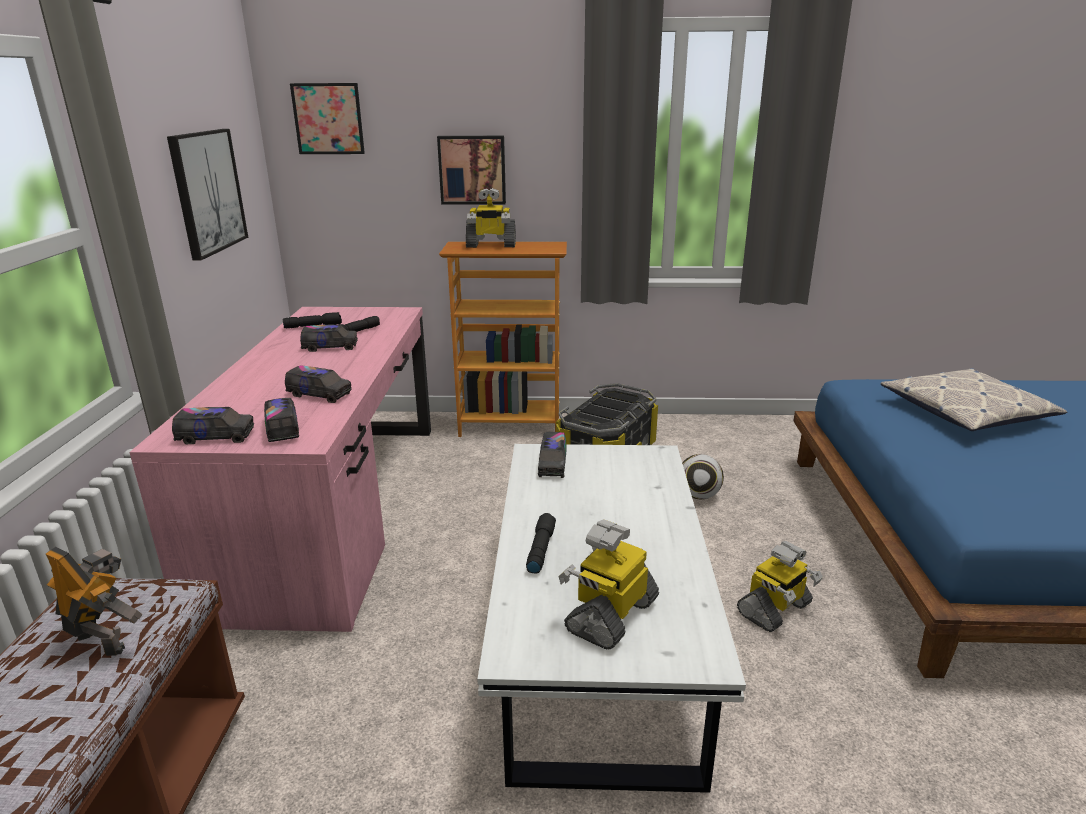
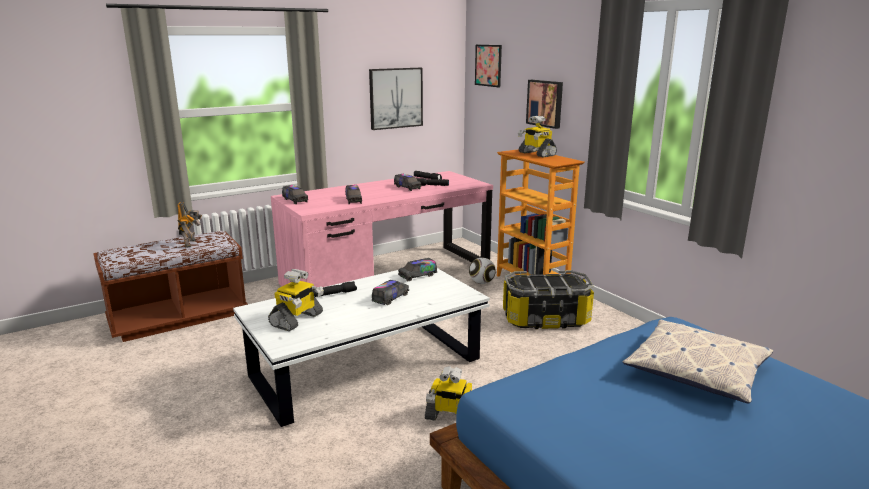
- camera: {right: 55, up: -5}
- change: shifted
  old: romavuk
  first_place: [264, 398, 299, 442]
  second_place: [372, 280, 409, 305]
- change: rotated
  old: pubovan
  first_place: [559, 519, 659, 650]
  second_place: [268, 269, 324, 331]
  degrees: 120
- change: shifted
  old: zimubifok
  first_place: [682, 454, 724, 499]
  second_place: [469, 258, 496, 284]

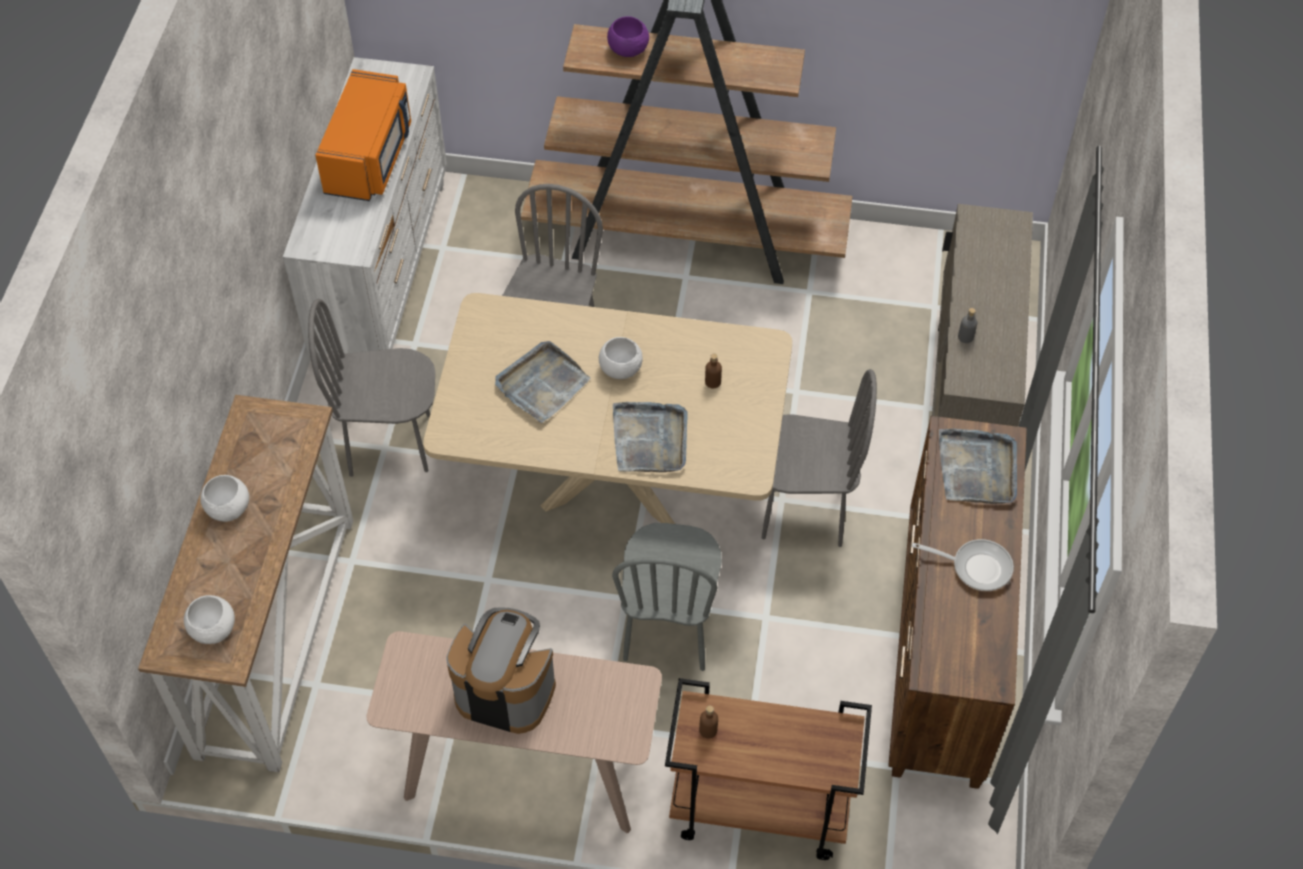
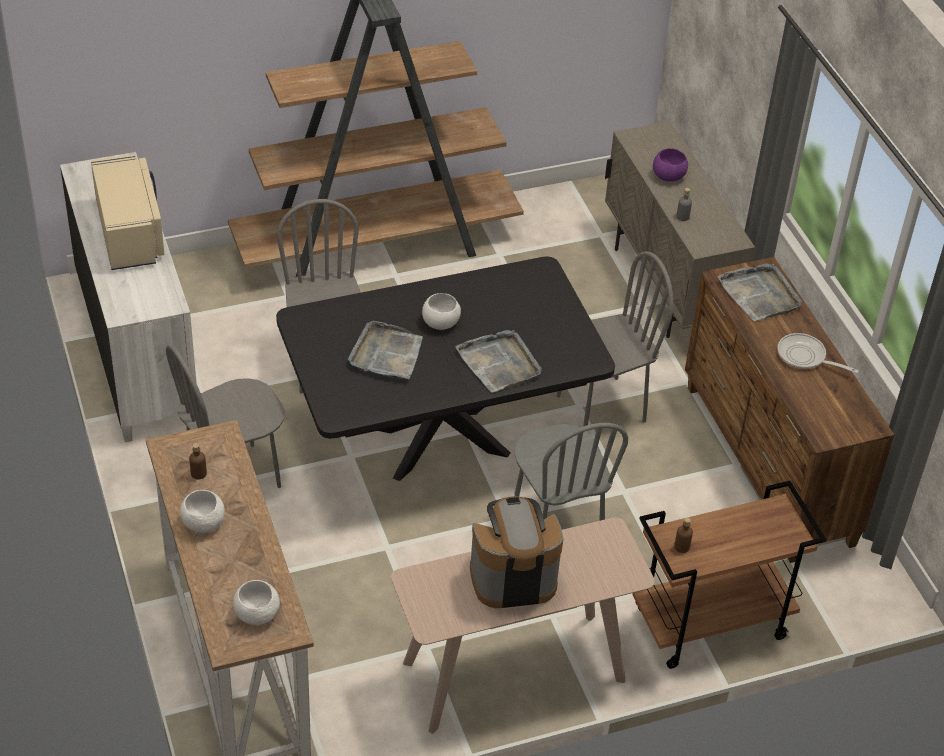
- camera: {right: -30, up: -10}
- change: repainted
  old: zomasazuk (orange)
  new: zomasazuk (beige)
  first_place: [315, 69, 411, 201]
  second_place: [91, 154, 164, 270]
- change: repainted
  old: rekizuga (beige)
  new: rekizuga (black)
  first_place: [423, 293, 792, 524]
  second_place: [276, 256, 615, 481]
- change: shifted
  old: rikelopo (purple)
  first_place: [607, 16, 649, 57]
  second_place: [653, 148, 688, 182]
- change: shifted
  old: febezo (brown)
  first_place: [705, 354, 722, 388]
  second_place: [189, 443, 207, 480]
- change: rotated
  old: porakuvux
  first_place: [912, 539, 1014, 591]
  second_place: [778, 333, 859, 373]
  degrees: -135

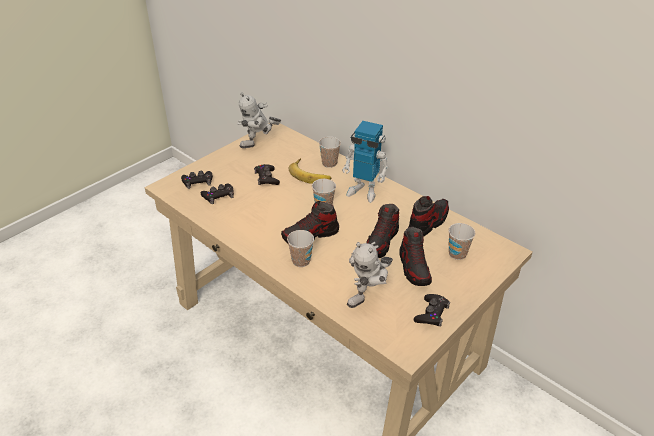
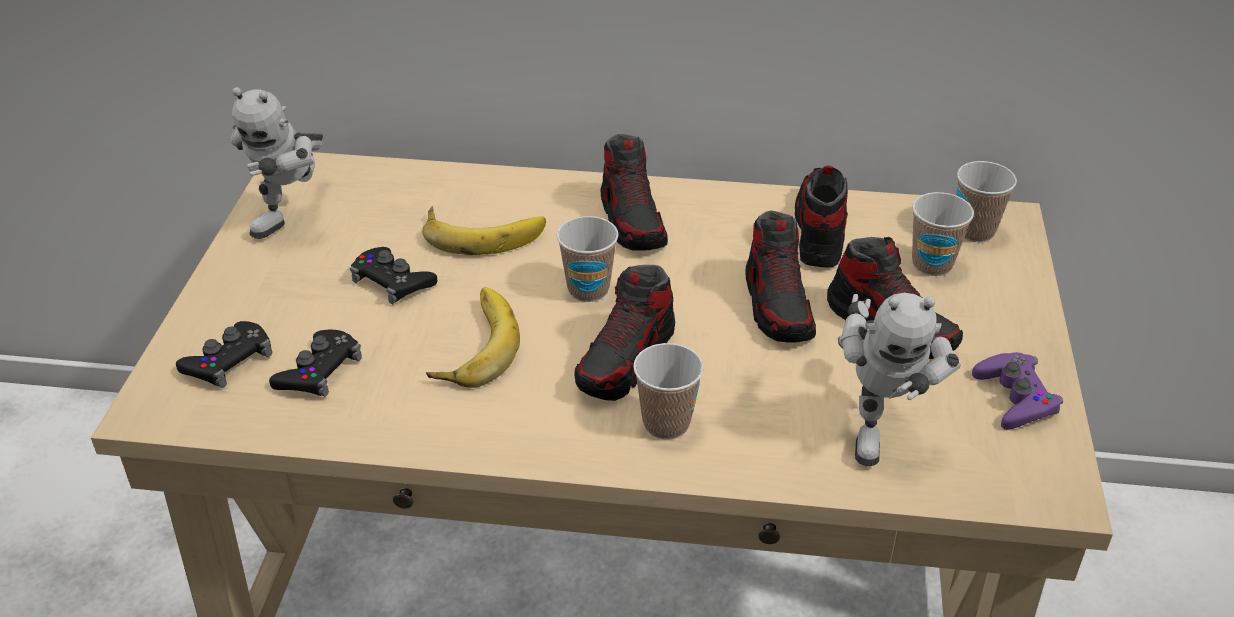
- camera: {right: -35, up: 0}
- change: shifted
  old: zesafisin
  first_place: [319, 137, 341, 168]
  second_place: [957, 161, 1017, 242]
- change: swapped
  old: pubovan
  new: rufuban
  first_place: [342, 121, 389, 203]
  second_place: [600, 134, 668, 251]
- change: repainted
  old: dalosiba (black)
  new: dalosiba (purple)
  first_place: [414, 294, 450, 327]
  second_place: [972, 352, 1063, 430]
- change: new
  new: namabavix
  second_place: [426, 287, 520, 388]

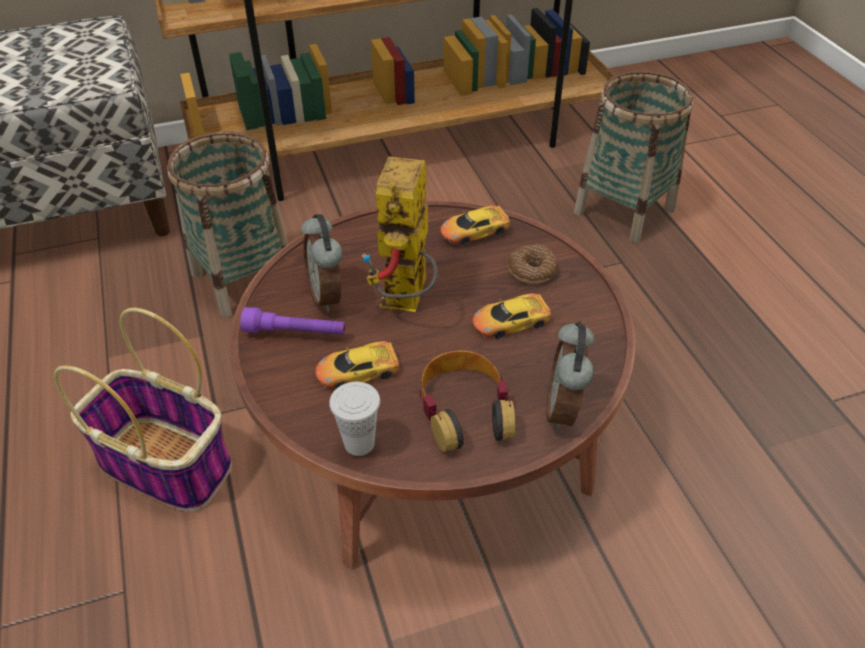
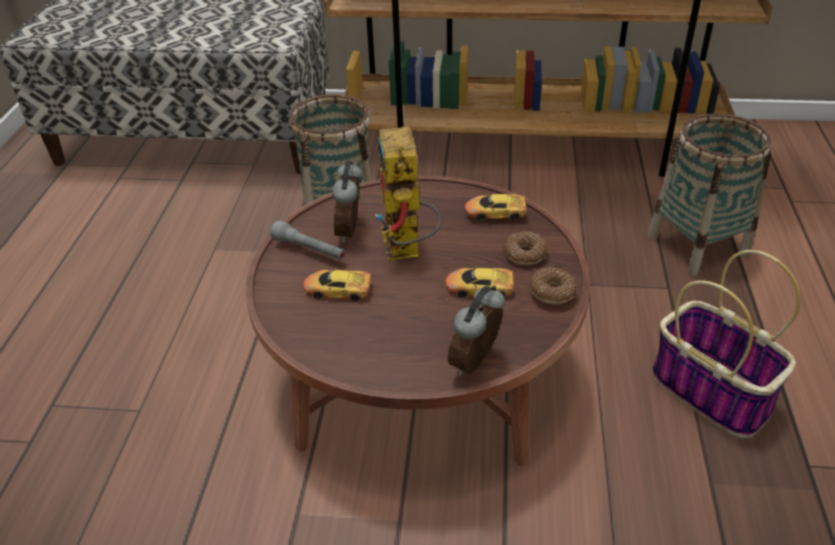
- camera: {right: 25, up: -5}
- change: shifted
  old: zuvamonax
  first_place: [54, 308, 232, 512]
  second_place: [652, 250, 801, 438]
- change: repainted
  old: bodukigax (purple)
  new: bodukigax (grey)
  first_place: [240, 307, 345, 335]
  second_place: [270, 220, 345, 260]
- change: gone
  old: zesafisin (white)
  first_place: [329, 382, 380, 456]
- change: rotated
  old: pubovan
  first_place: [362, 157, 438, 312]
  second_place: [375, 127, 442, 261]
  degrees: -45
- change: gone
  old: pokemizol
  first_place: [420, 351, 515, 452]
- change: new
  new: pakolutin
  second_place: [529, 268, 577, 304]

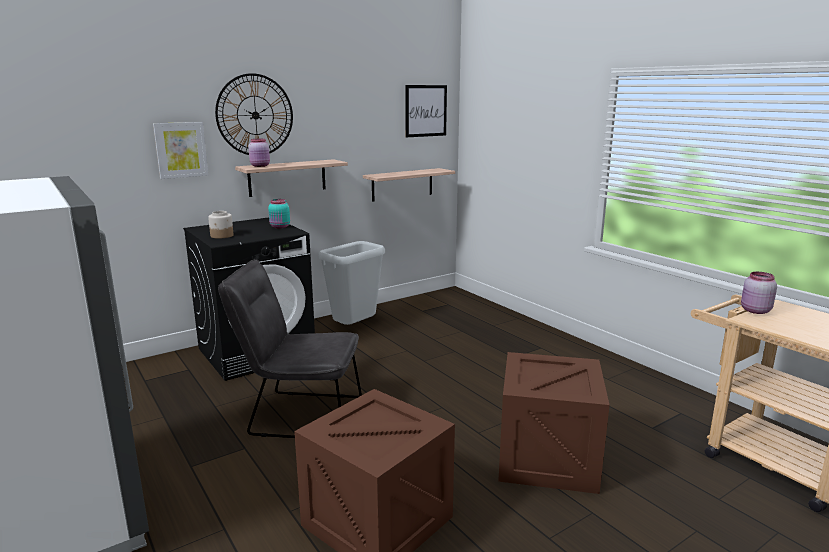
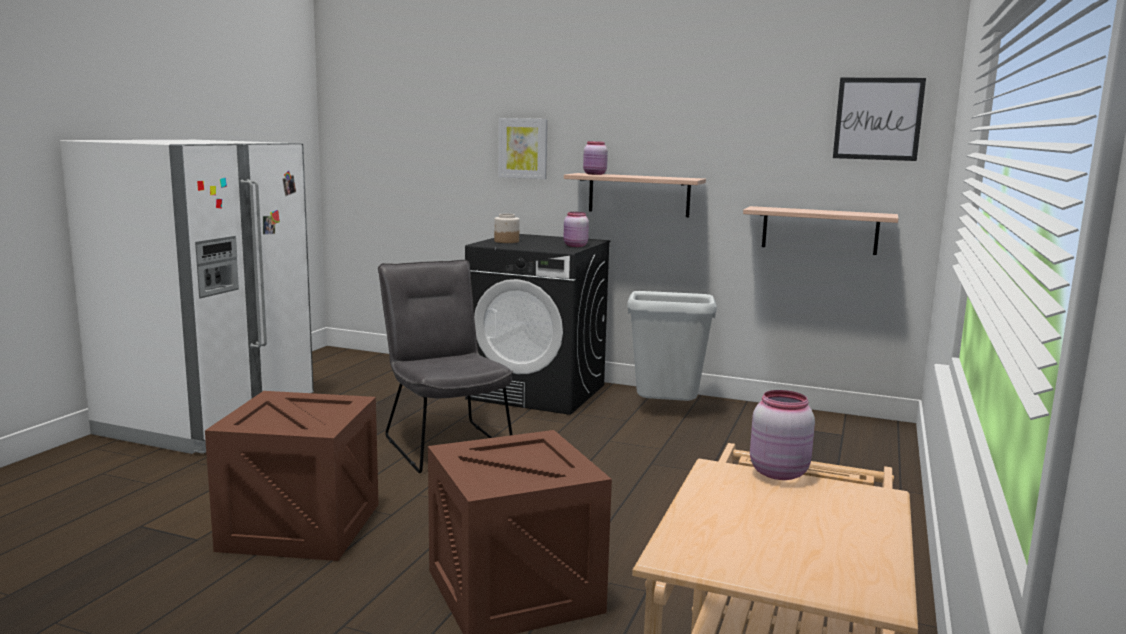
- camera: {right: 55, up: -5}
- change: gone
  old: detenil
  first_place: [215, 73, 293, 155]
- change: repainted
  old: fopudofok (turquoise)
  new: fopudofok (pink)
  first_place: [268, 199, 290, 228]
  second_place: [564, 212, 589, 247]

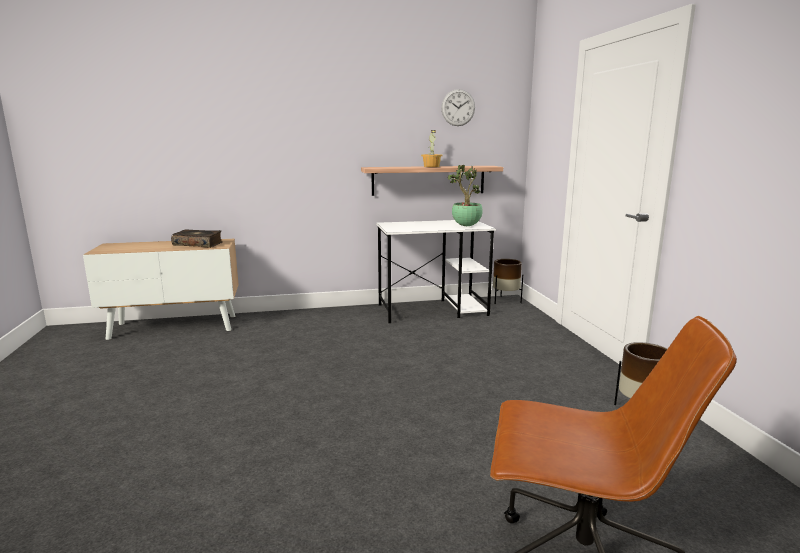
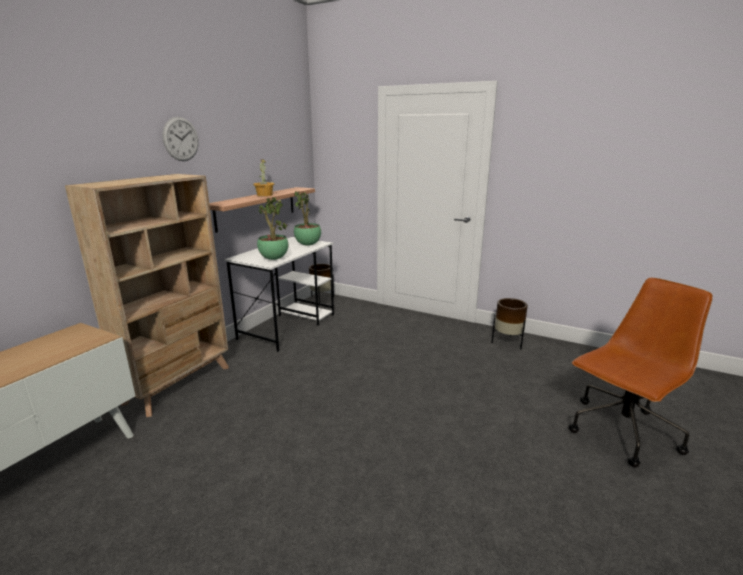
- camera: {right: -50, up: 5}
- change: gone
  old: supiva
  first_place: [171, 229, 223, 248]
- change: shifted
  old: detenil
  first_place: [441, 89, 475, 126]
  second_place: [162, 117, 199, 161]
- change: new
  new: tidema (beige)
  second_place: [65, 174, 229, 417]
- change: new
  new: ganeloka
  second_place: [257, 197, 288, 260]

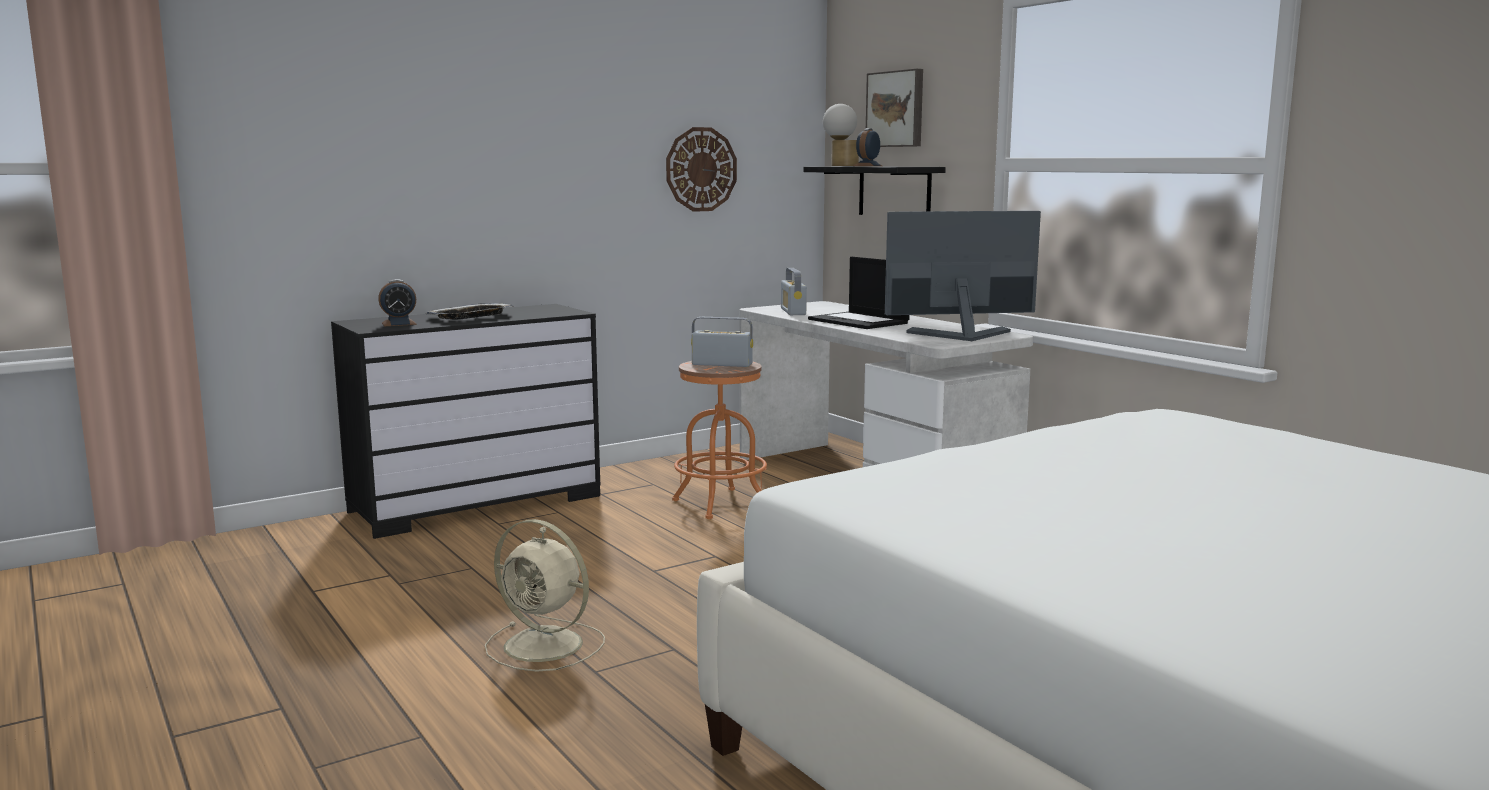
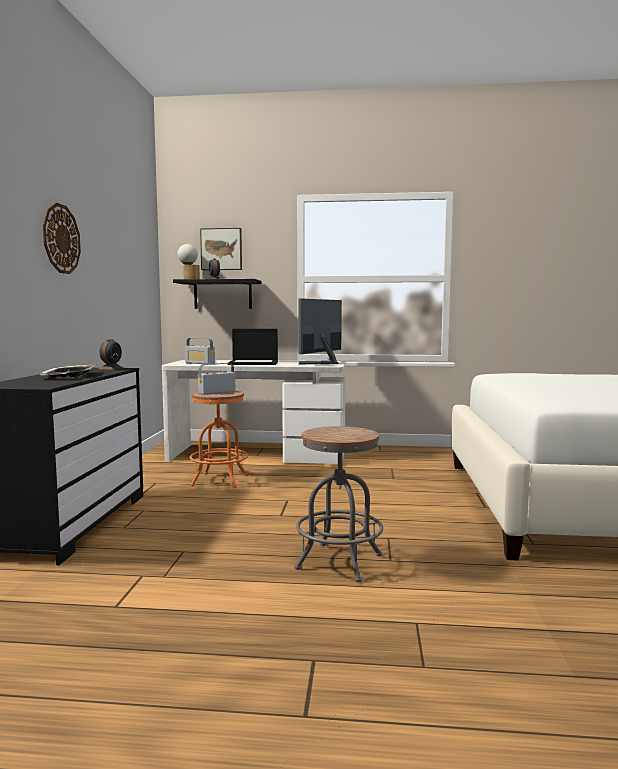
- camera: {right: -50, up: -5}
- change: shifted
  old: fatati
  first_place: [378, 279, 417, 326]
  second_place: [98, 339, 124, 370]
- change: swapped
  old: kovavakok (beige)
  new: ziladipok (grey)
  first_place: [485, 519, 605, 672]
  second_place: [295, 426, 383, 583]
- change: shifted
  old: detenil
  first_place: [666, 127, 737, 212]
  second_place: [43, 203, 81, 274]

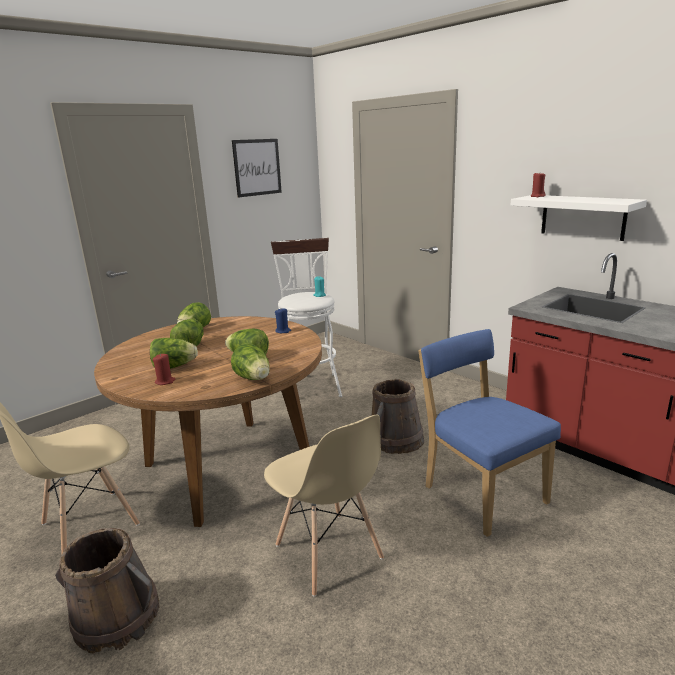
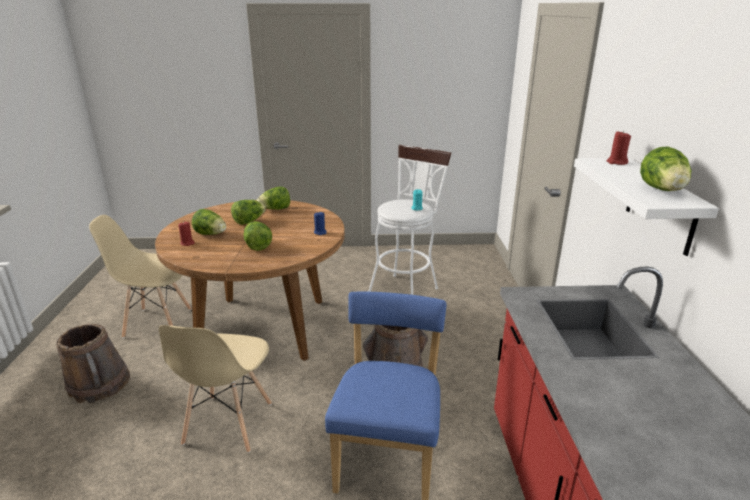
- camera: {right: 40, up: 5}
- change: shifted
  old: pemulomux
  first_place: [231, 343, 270, 380]
  second_place: [640, 146, 692, 191]
- change: gone
  old: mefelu
  first_place: [232, 139, 282, 198]

